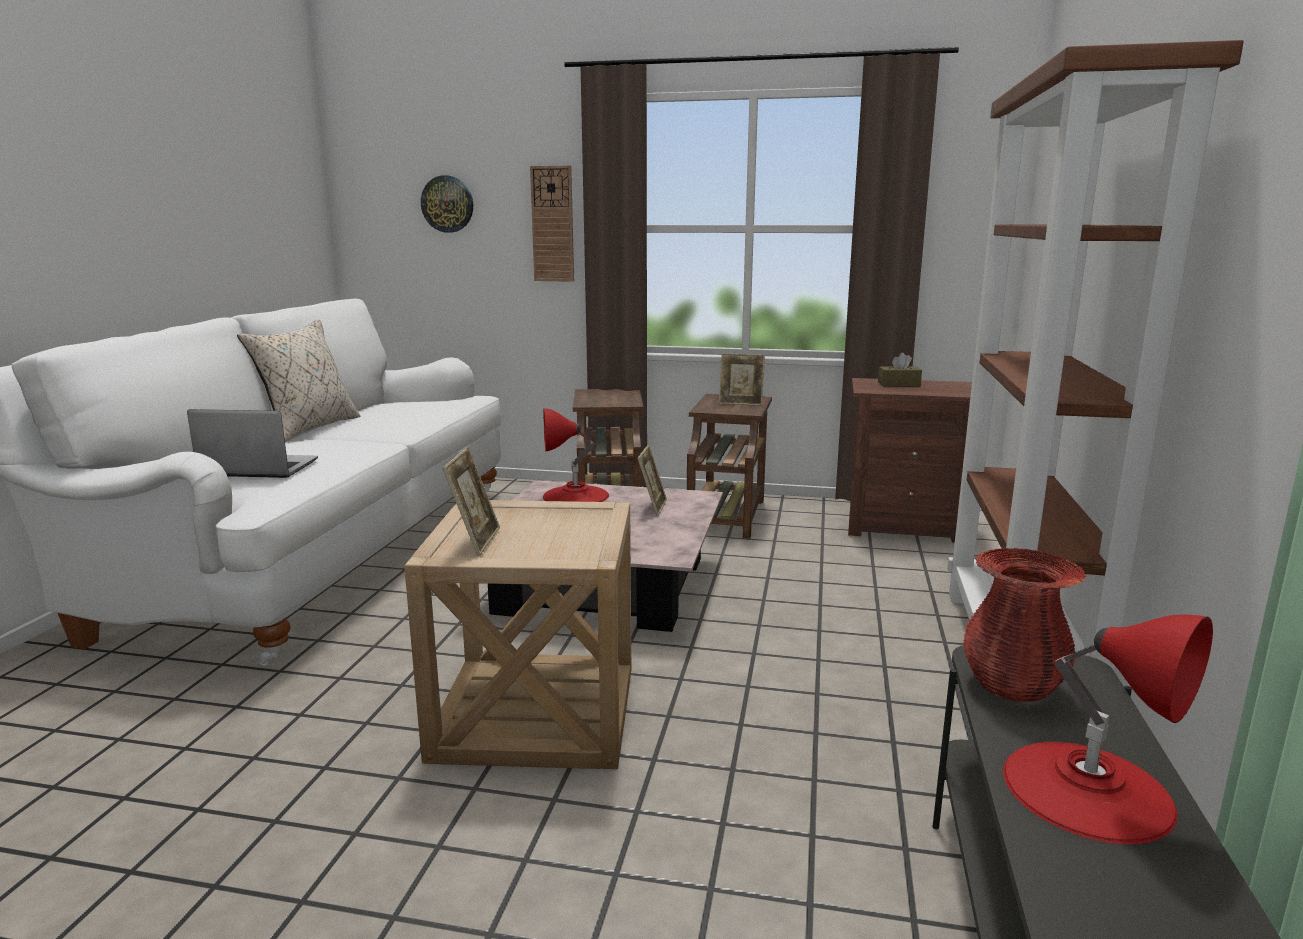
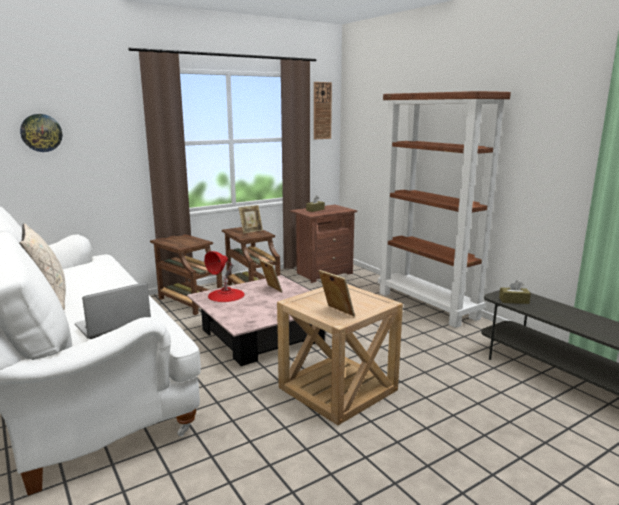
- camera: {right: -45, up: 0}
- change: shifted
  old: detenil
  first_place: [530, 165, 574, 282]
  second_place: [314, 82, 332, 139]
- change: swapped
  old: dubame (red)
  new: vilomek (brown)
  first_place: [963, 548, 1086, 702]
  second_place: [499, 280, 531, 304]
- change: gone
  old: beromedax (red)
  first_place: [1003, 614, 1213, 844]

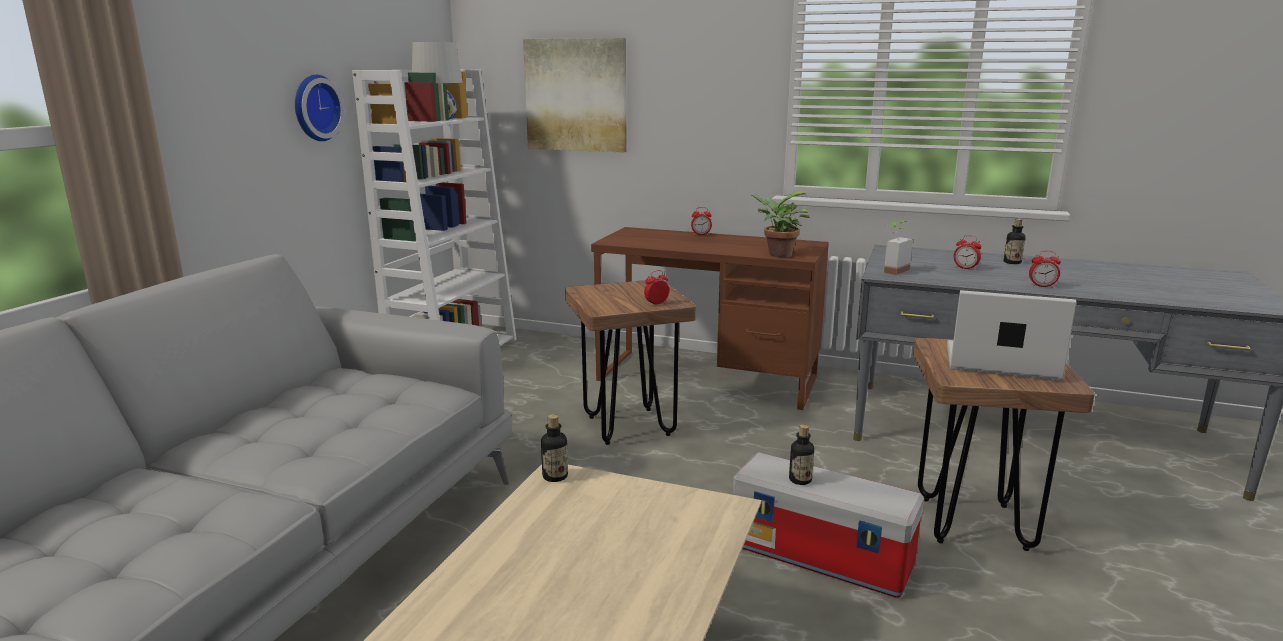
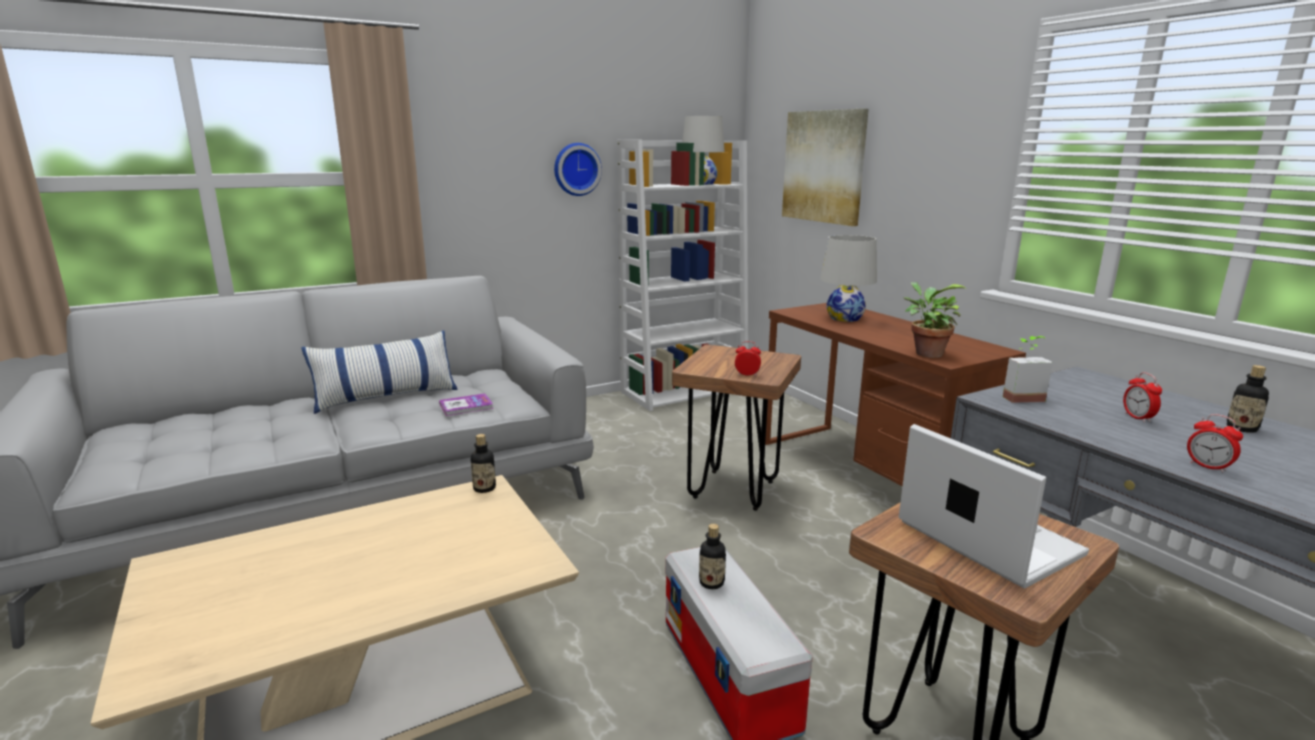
- camera: {right: 40, up: 0}
- change: gone
  old: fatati
  first_place: [691, 207, 712, 235]
- change: new
  new: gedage
  second_place: [301, 330, 458, 414]
- change: new
  new: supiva
  second_place: [439, 393, 494, 416]
- change: new
  new: beromedax (white)
  second_place: [820, 235, 877, 322]

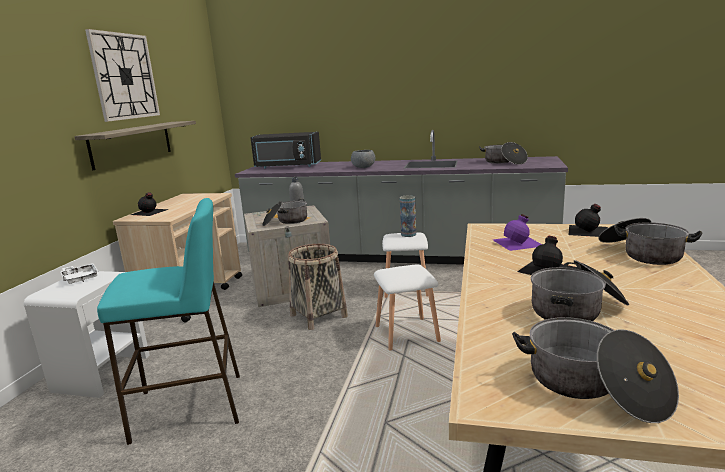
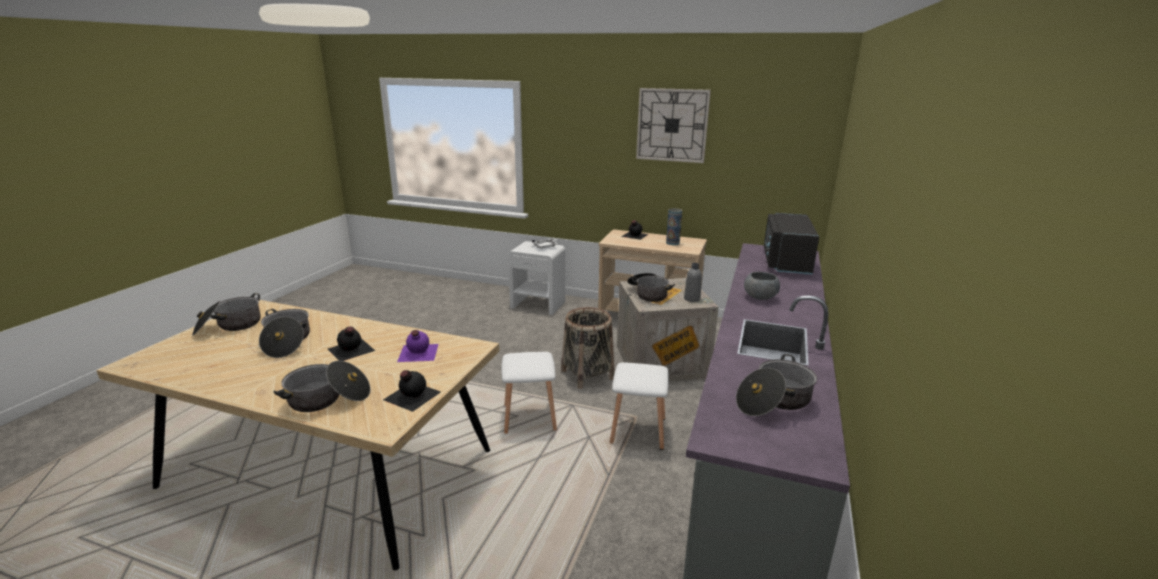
- camera: {right: 95, up: 5}
- change: gone
  old: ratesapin
  first_place: [74, 121, 196, 170]
- change: gone
  old: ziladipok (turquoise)
  first_place: [97, 198, 240, 445]
- change: shifted
  old: dubame
  first_place: [400, 195, 416, 237]
  second_place: [666, 208, 682, 245]

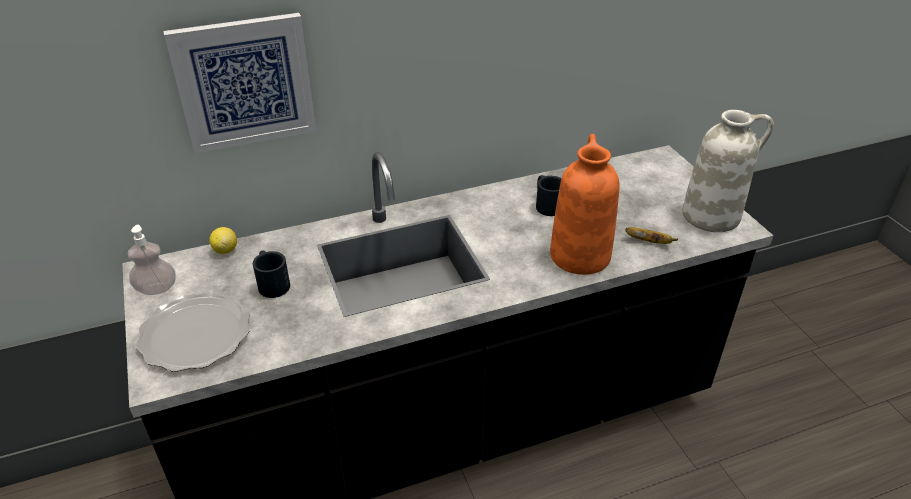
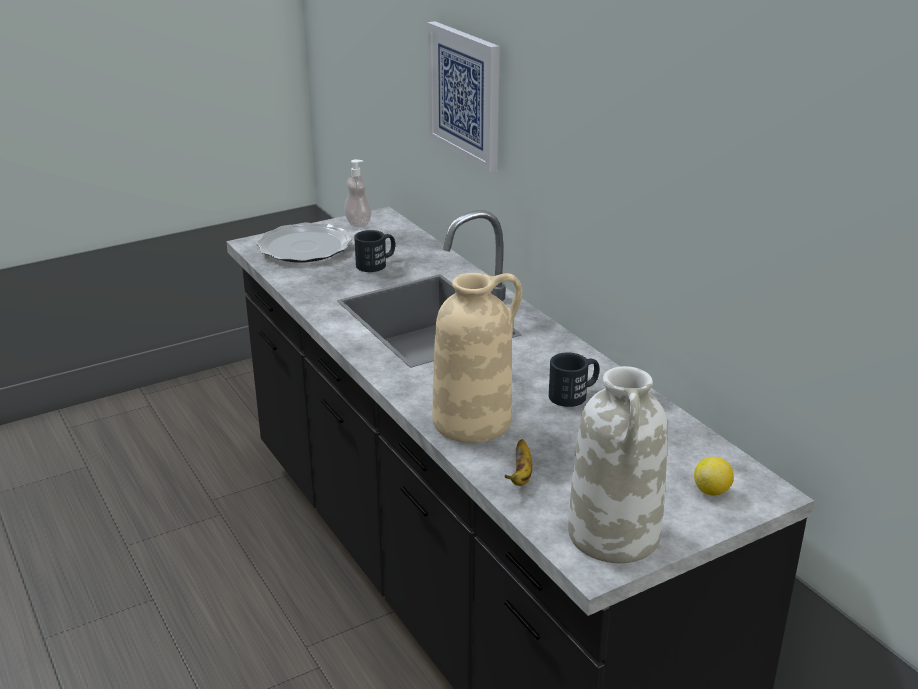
- camera: {right: 80, up: -10}
- change: shifted
  old: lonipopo
  first_place: [209, 227, 237, 254]
  second_place: [694, 457, 734, 495]
- change: repainted
  old: dubame (orange)
  new: dubame (beige)
  first_place: [550, 134, 620, 275]
  second_place: [433, 273, 522, 443]

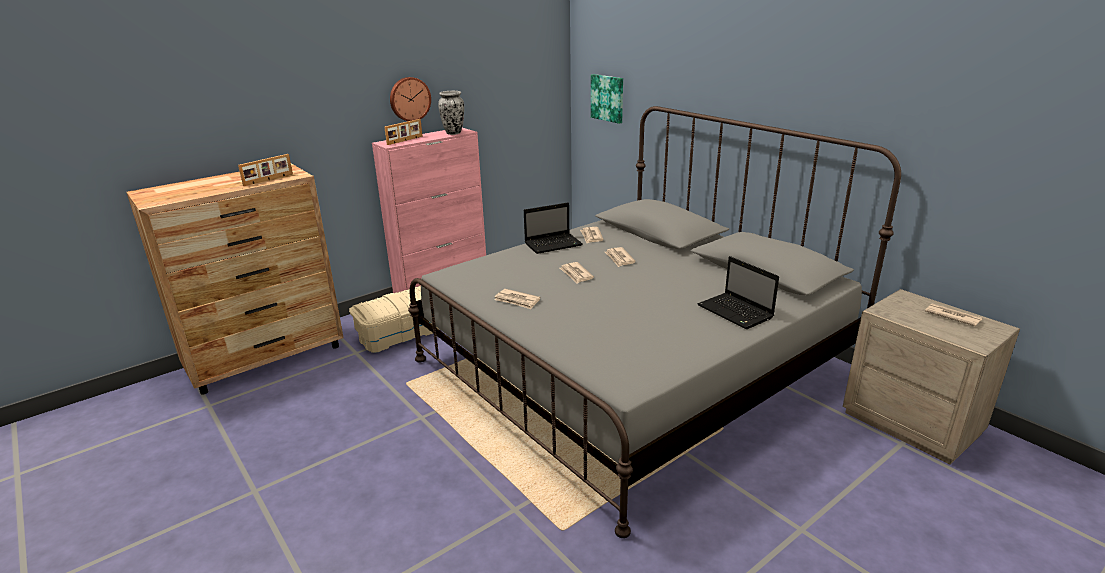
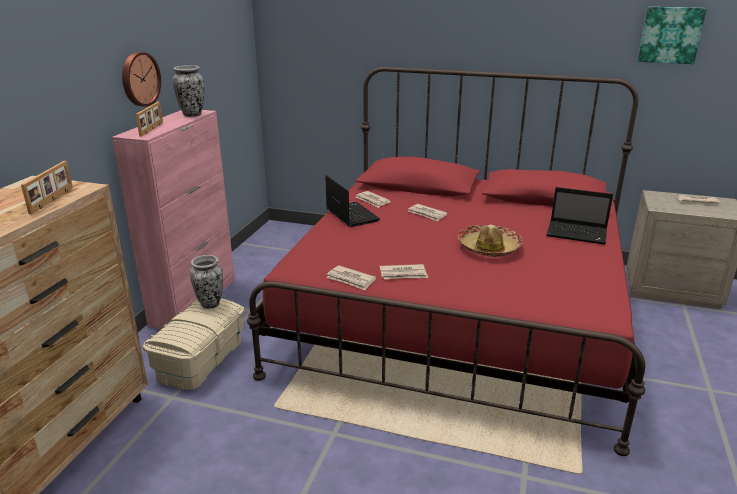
- camera: {right: -35, up: 0}
- change: repainted
  old: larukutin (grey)
  new: larukutin (red)
  first_place: [408, 106, 901, 538]
  second_place: [247, 67, 645, 456]
- change: rotated
  old: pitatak
  first_place: [524, 203, 583, 254]
  second_place: [325, 175, 380, 227]
  degrees: -60
- change: shifted
  old: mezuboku
  first_place: [560, 262, 594, 284]
  second_place: [326, 265, 376, 290]
- change: shifted
  old: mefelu
  first_place: [591, 74, 623, 124]
  second_place: [638, 7, 707, 64]
- change: new
  new: dubame
  second_place: [190, 255, 223, 309]
- change: new
  new: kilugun
  second_place: [458, 225, 523, 257]

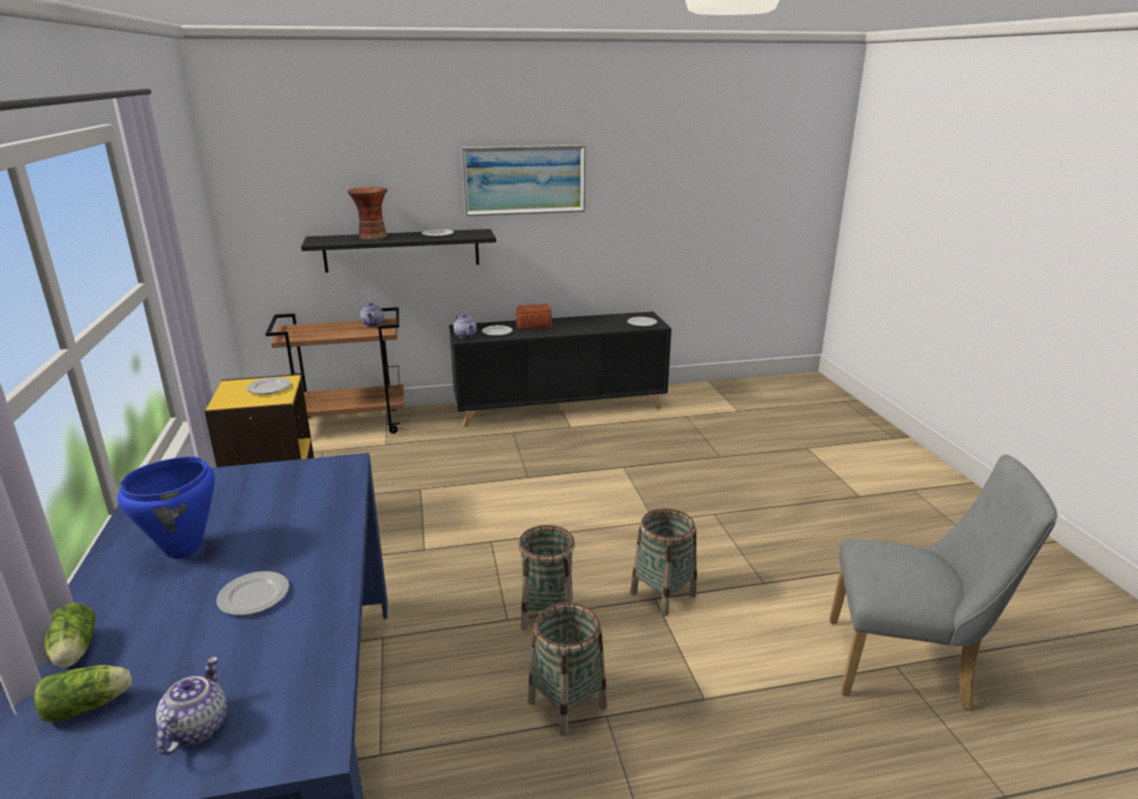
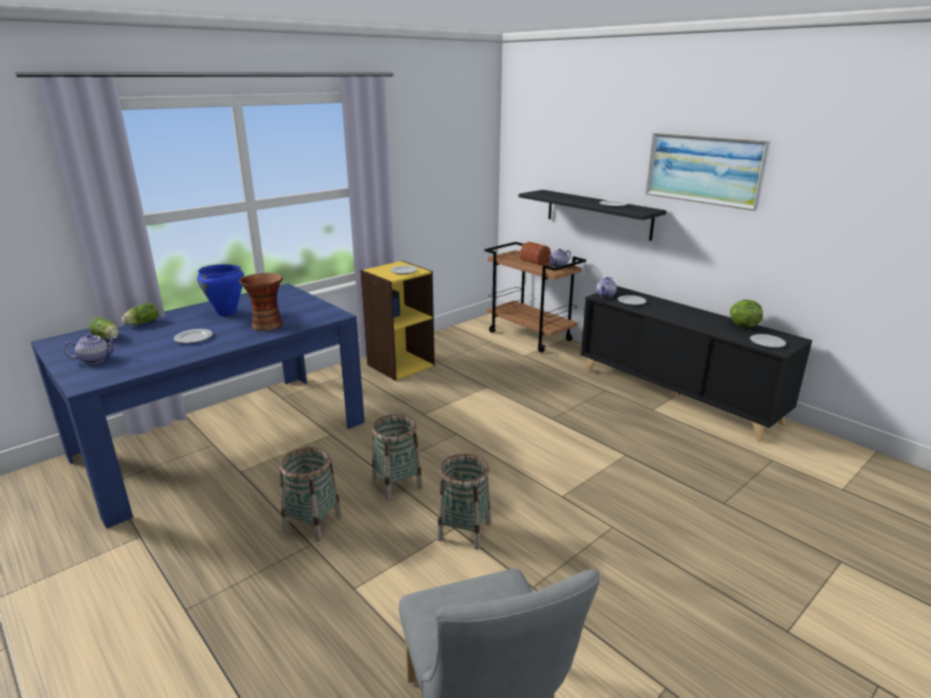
- camera: {right: 60, up: 0}
- change: shifted
  old: dubame
  first_place: [347, 187, 388, 240]
  second_place: [239, 273, 283, 331]
- change: shifted
  old: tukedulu
  first_place: [516, 304, 552, 329]
  second_place: [520, 242, 551, 265]
- change: new
  new: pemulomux
  second_place: [730, 300, 763, 327]

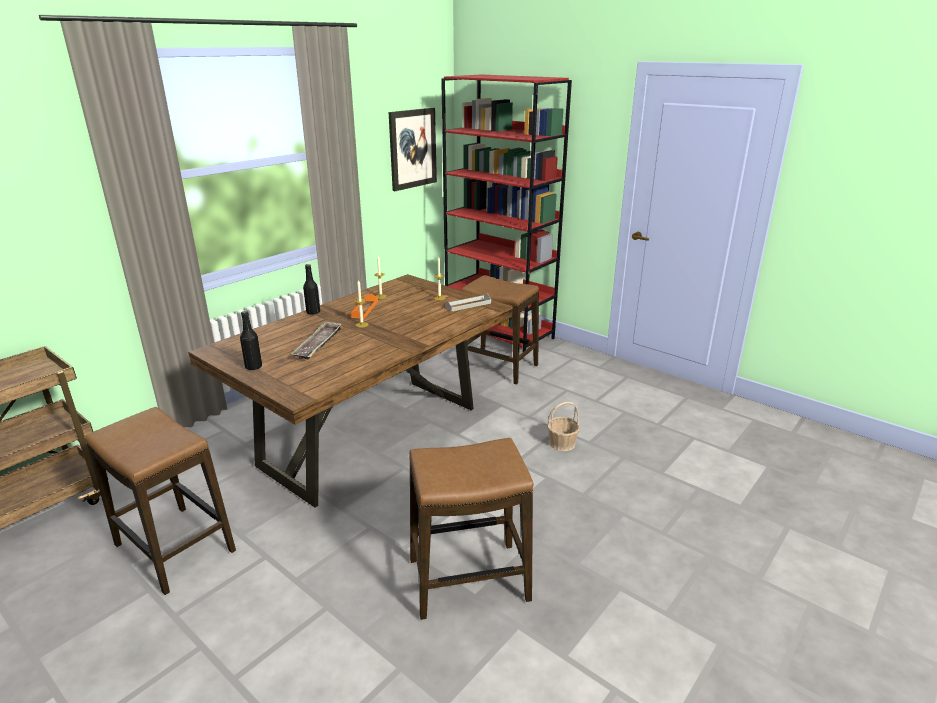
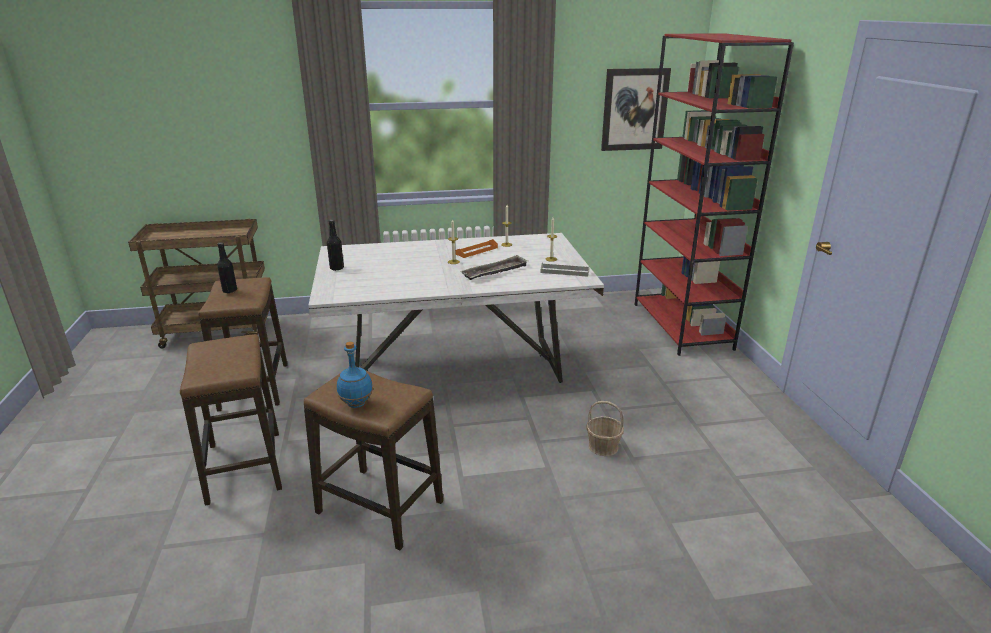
- camera: {right: 40, up: 0}
- change: repainted
  old: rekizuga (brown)
  new: rekizuga (white)
  first_place: [188, 274, 513, 508]
  second_place: [308, 233, 604, 383]
- change: shifted
  old: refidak
  first_place: [292, 321, 342, 359]
  second_place: [460, 255, 528, 280]
- change: shifted
  old: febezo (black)
  first_place: [303, 264, 320, 314]
  second_place: [217, 242, 237, 293]
- change: shifted
  old: ziladipok
  first_place: [462, 275, 539, 384]
  second_place: [180, 334, 282, 506]
- change: new
  new: febezo (blue)
  second_place: [337, 341, 373, 408]

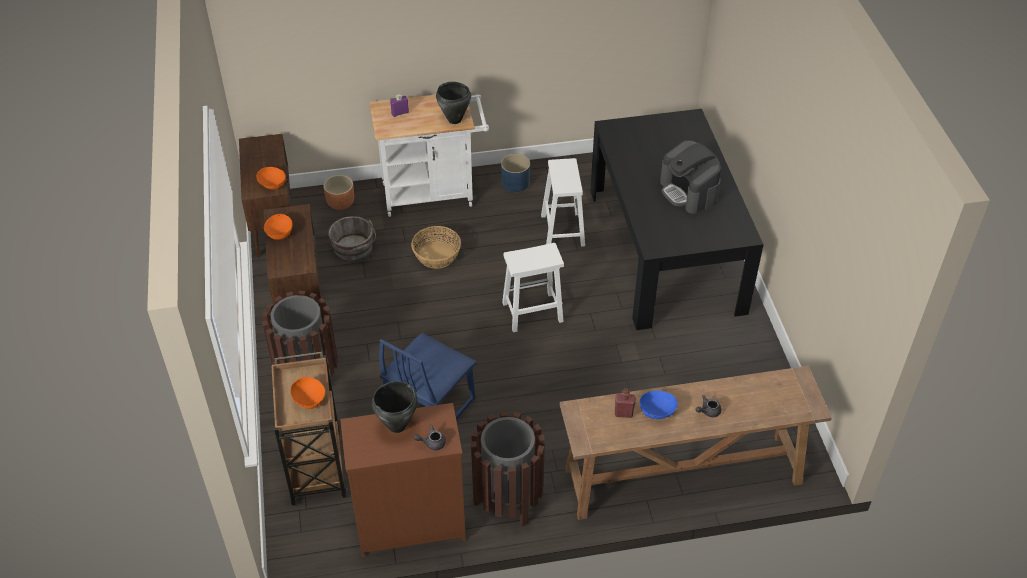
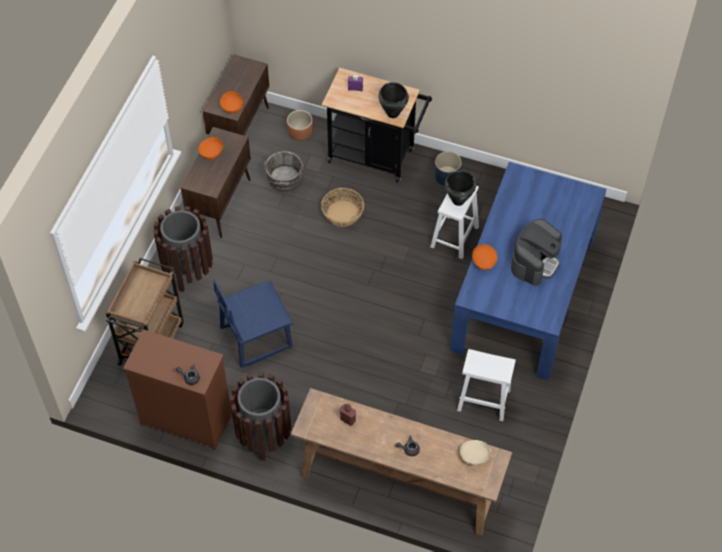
- camera: {right: 30, up: 10}
- change: shifted
  old: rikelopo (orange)
  first_place: [290, 377, 325, 409]
  second_place: [472, 244, 497, 270]
- change: repainted
  old: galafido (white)
  new: galafido (black)
  first_place: [369, 94, 489, 217]
  second_place: [322, 68, 432, 182]
- change: shifted
  old: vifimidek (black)
  first_place: [372, 381, 418, 433]
  second_place: [444, 171, 476, 206]
- change: shifted
  old: ziladipok (white)
  first_place: [502, 243, 564, 332]
  second_place: [457, 349, 516, 421]
- change: repainted
  old: rekizuga (black)
  new: rekizuga (blue)
  first_place: [590, 109, 764, 330]
  second_place: [450, 162, 607, 381]
- change: gone
  old: rikelopo (blue)
  first_place: [640, 391, 678, 419]
- change: rotated
  old: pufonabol
  first_place: [660, 140, 721, 214]
  second_place: [511, 219, 562, 286]
  degrees: -150
- change: new
  new: rikelopo (beige)
  second_place: [460, 440, 491, 465]

